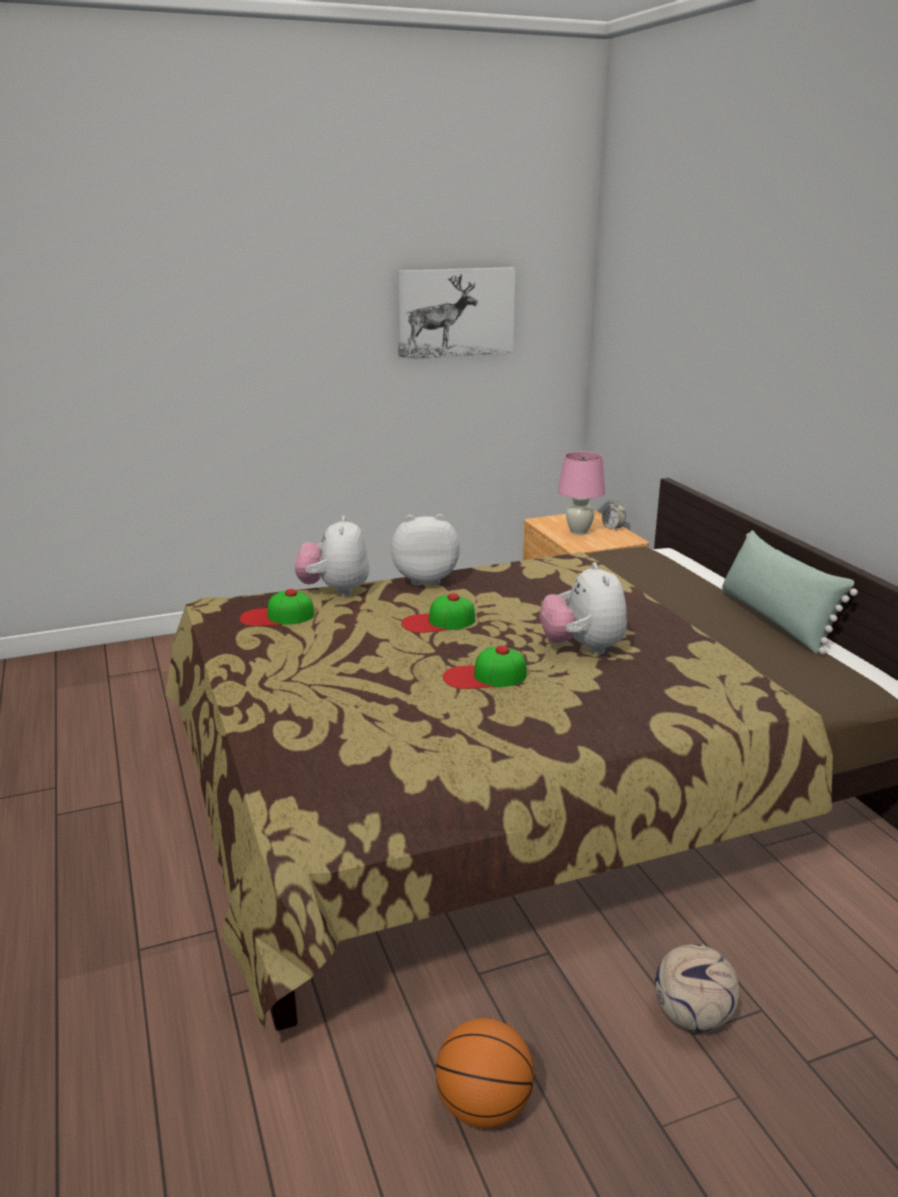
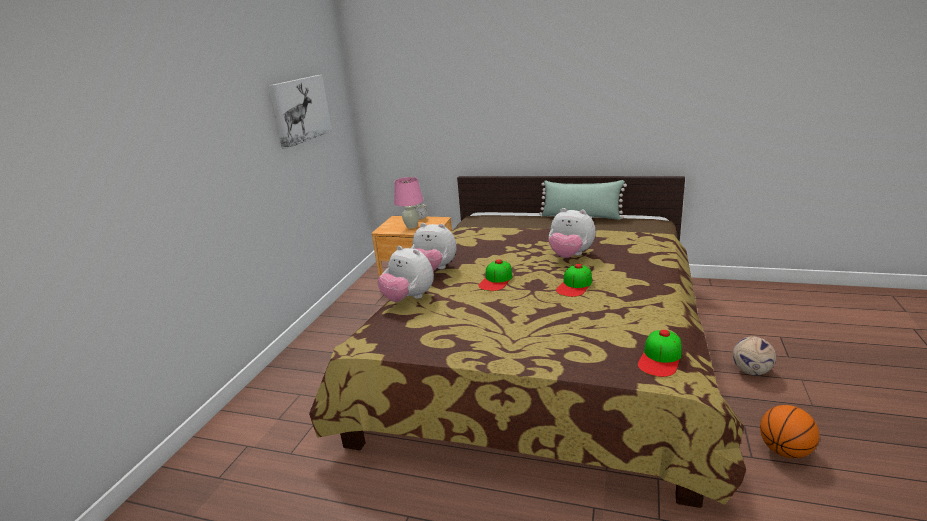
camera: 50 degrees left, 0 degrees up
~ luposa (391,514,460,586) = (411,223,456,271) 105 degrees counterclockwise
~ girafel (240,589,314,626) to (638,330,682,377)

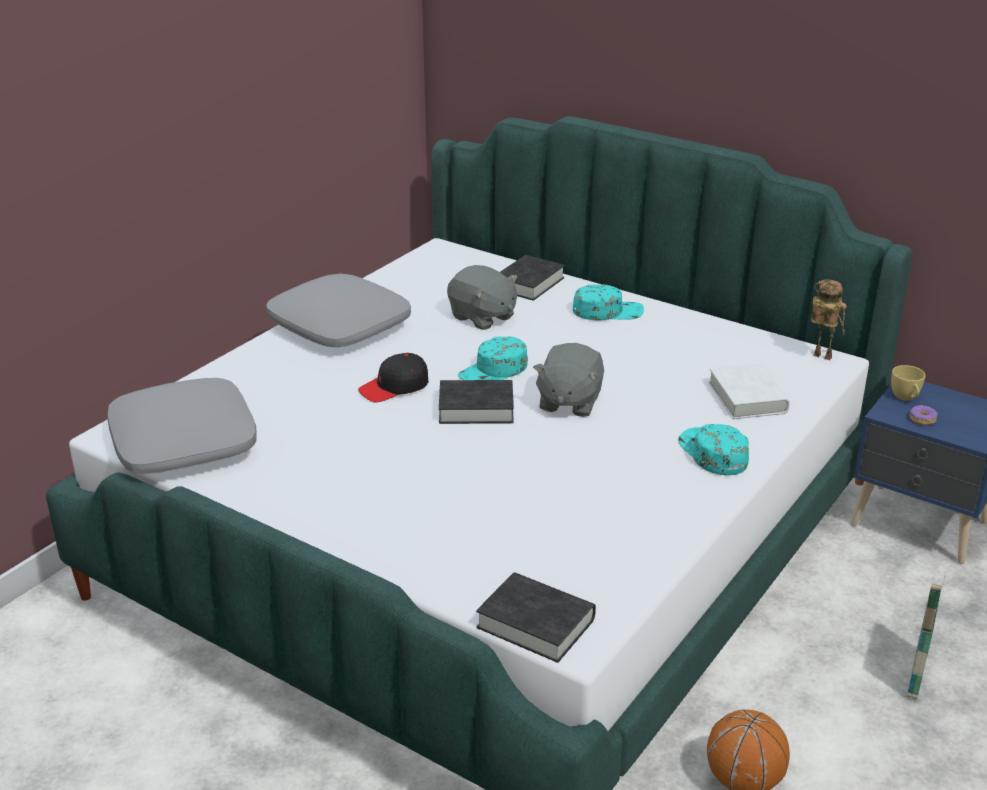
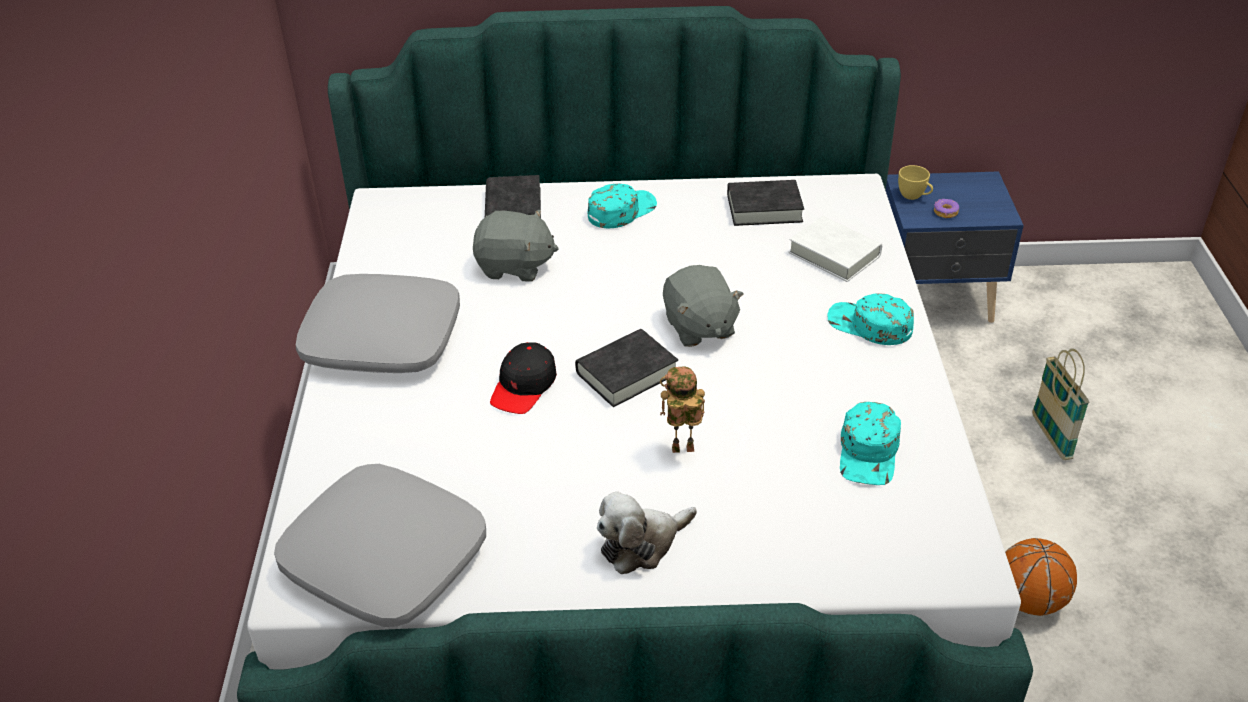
camera: 35 degrees left, 10 degrees up
~ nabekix (810,279,847,360) to (660,366,705,453)
~ girafel (turquoise) (458,336,528,380) to (840,402,901,485)
~ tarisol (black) (476,572,596,663) to (727,180,804,226)
+ luposa (597,492,697,574)

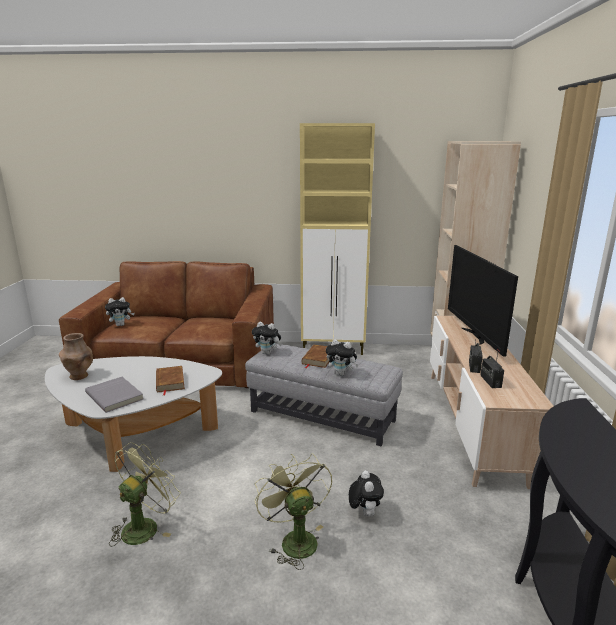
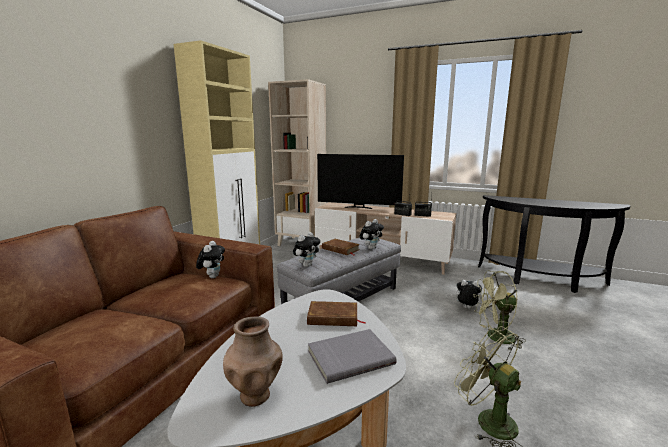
camera: 70 degrees left, 5 degrees down
~ luposa (105,297,135,326) to (196,241,225,278)

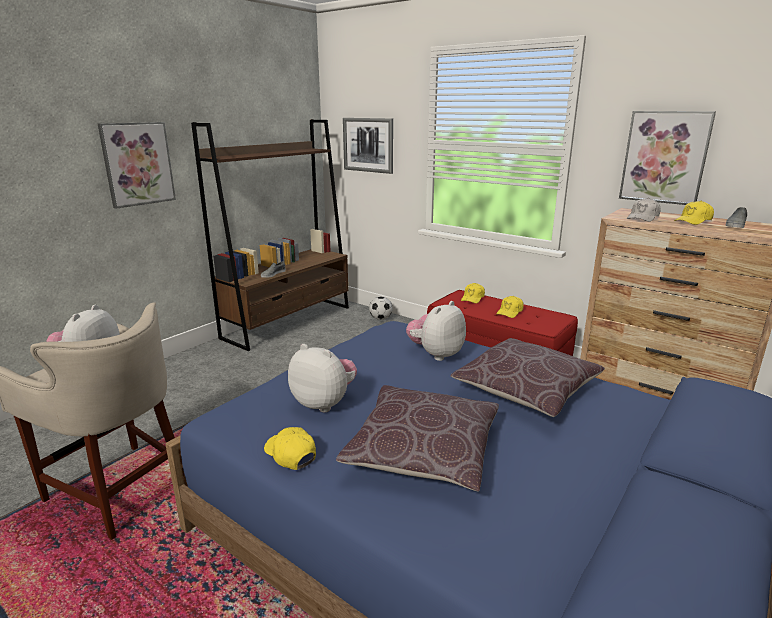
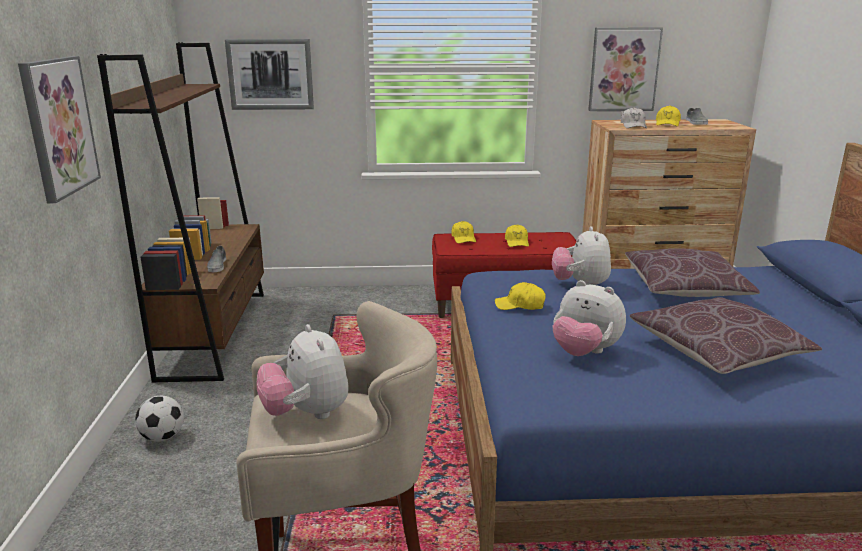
camera: 40 degrees left, 0 degrees up
~ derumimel (369,297,393,320) to (135,396,184,442)
~ luposa (288,344,357,412) = (553,280,626,356) 135 degrees counterclockwise
~ girafel (yellow) (264,427,316,470) to (495,282,546,310)

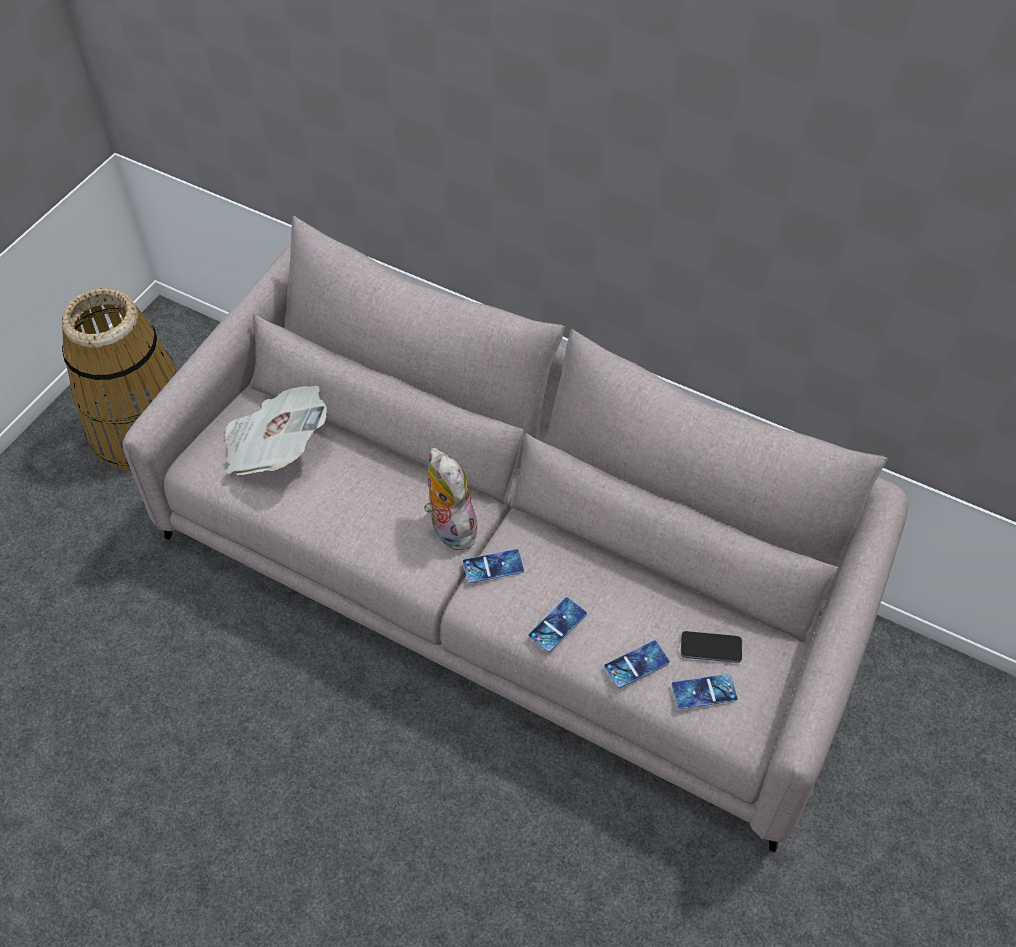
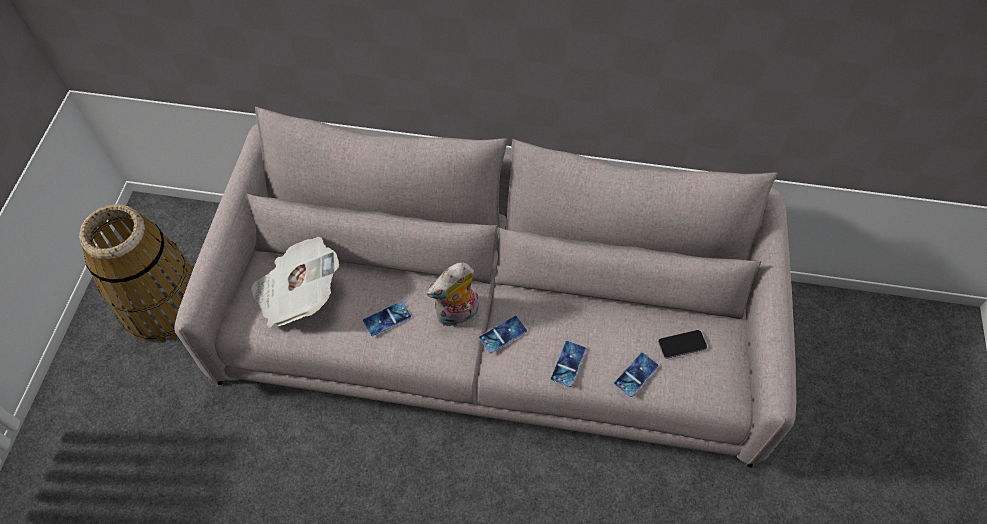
camera: 20 degrees left, 5 degrees up
~ luposa (424,448,479,550) = (427,262,479,327) 75 degrees counterclockwise
~ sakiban (671,674,738,709) to (363,301,411,336)

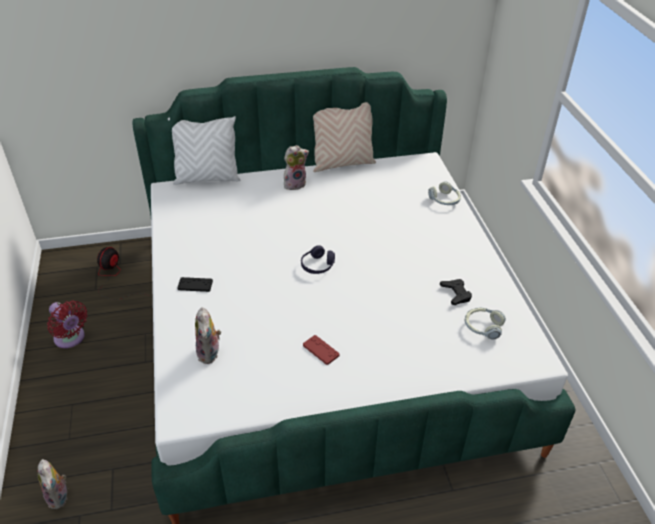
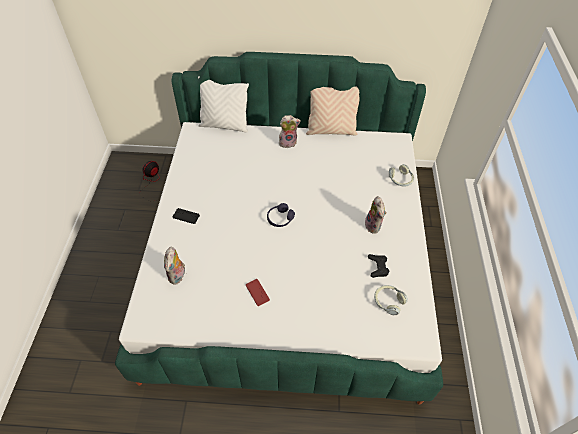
camera: 15 degrees right, 10 degrees up
- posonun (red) (47,301,88,348)
~ luposa (37,459,67,509) to (365,196,386,234)

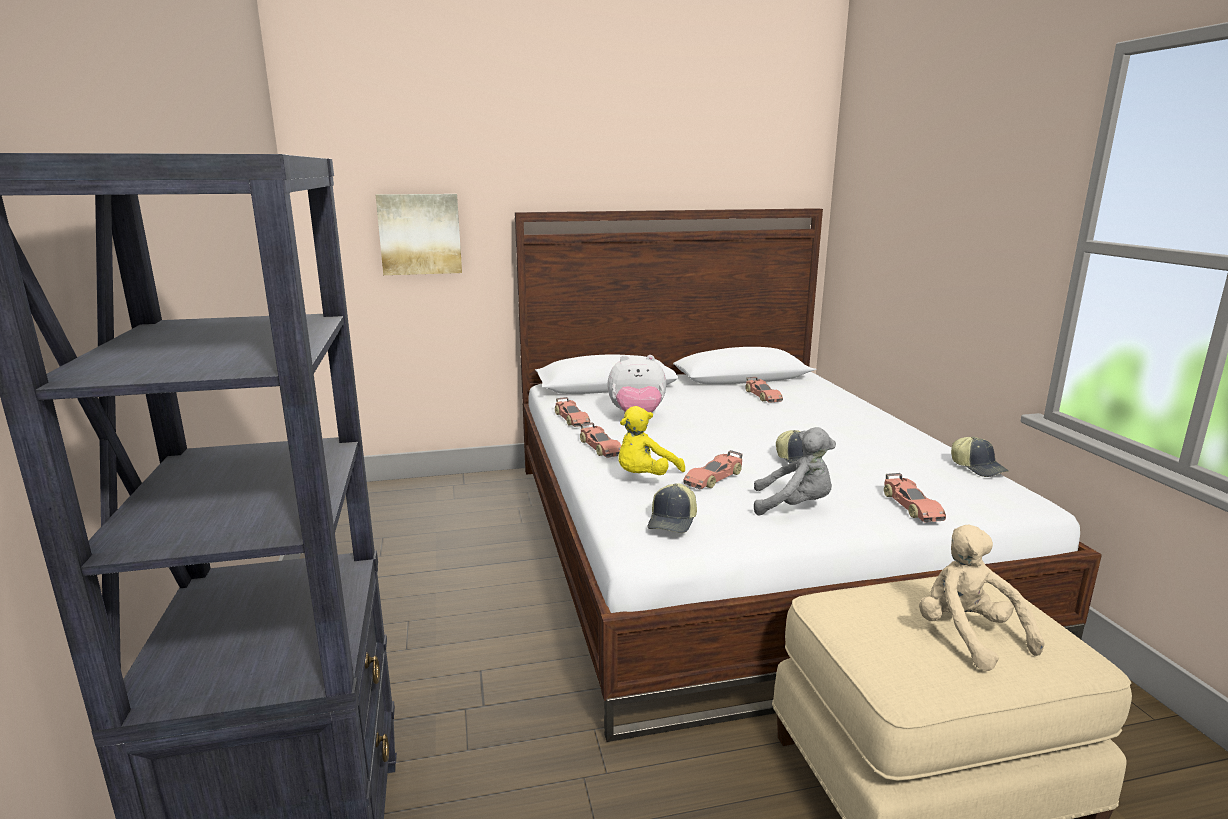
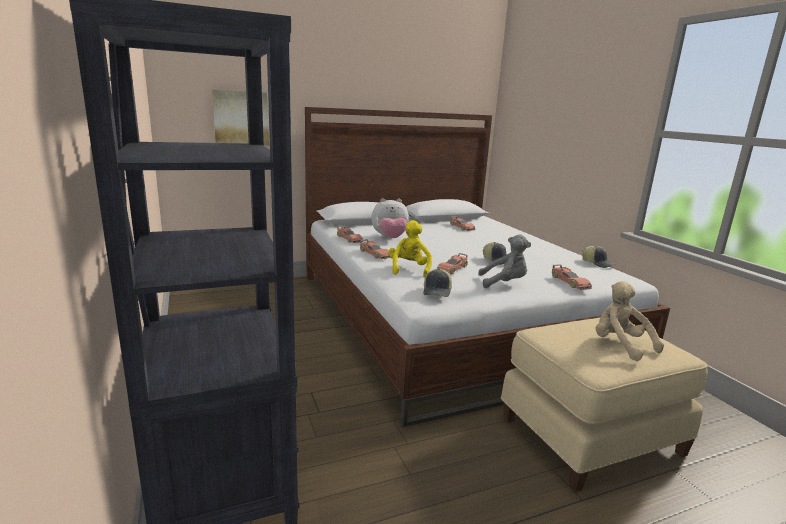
camera: 10 degrees left, 0 degrees up
~ luposa (yellow) (619,406,685,475) = (389,220,432,277) 150 degrees clockwise

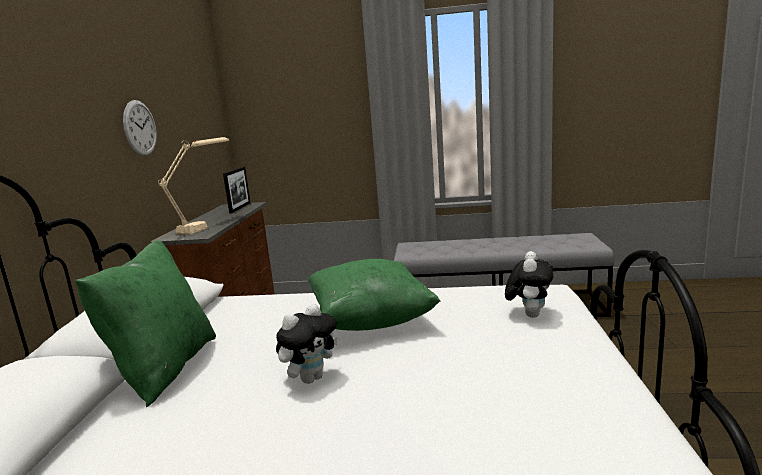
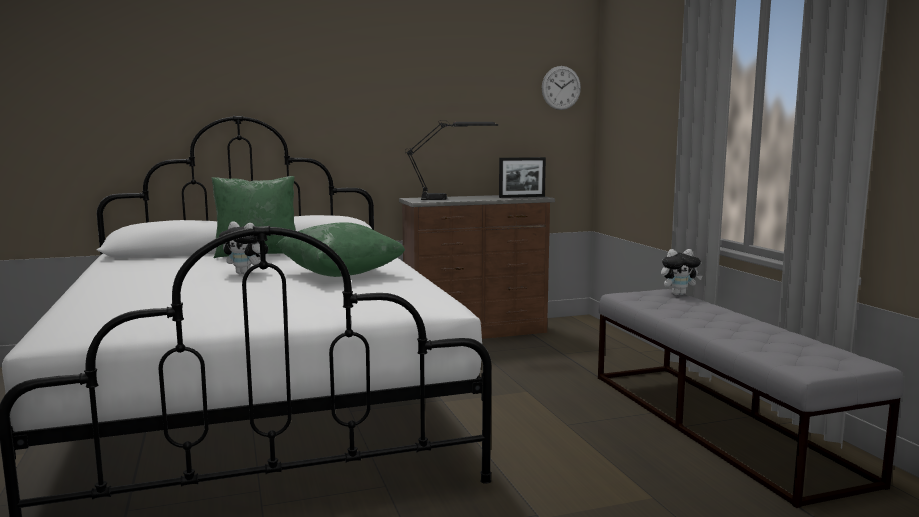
camera: 65 degrees right, 5 degrees down
~ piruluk (123,100,157,156) to (542,66,581,110)
~ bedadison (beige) (158,137,229,235) to bedadison (black) (405,120,498,200)
~ luposa (505,251,553,318) to (661,249,702,295)

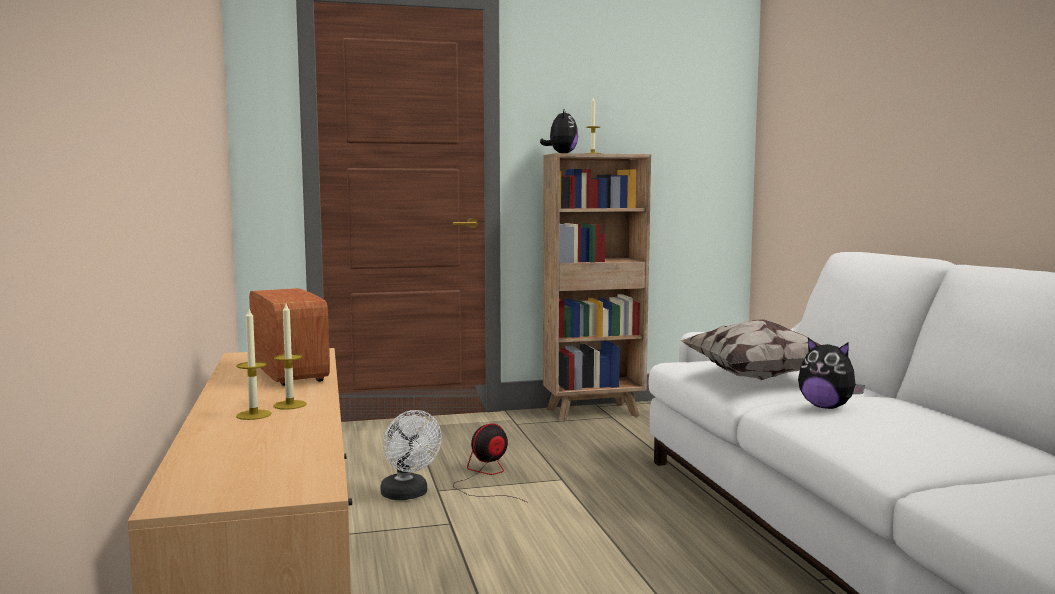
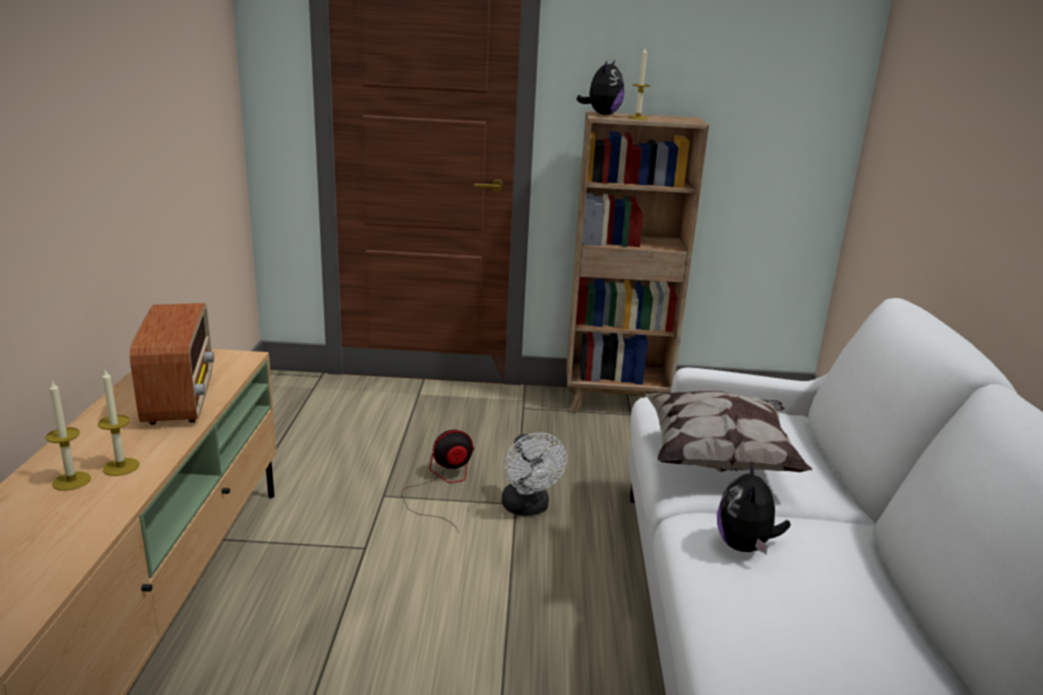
camera: 15 degrees right, 15 degrees up
~ luposa (798,337,865,409) = (717,461,791,554) 45 degrees clockwise
~ posonun (white) (380,410,442,500) to (502,433,567,516)

